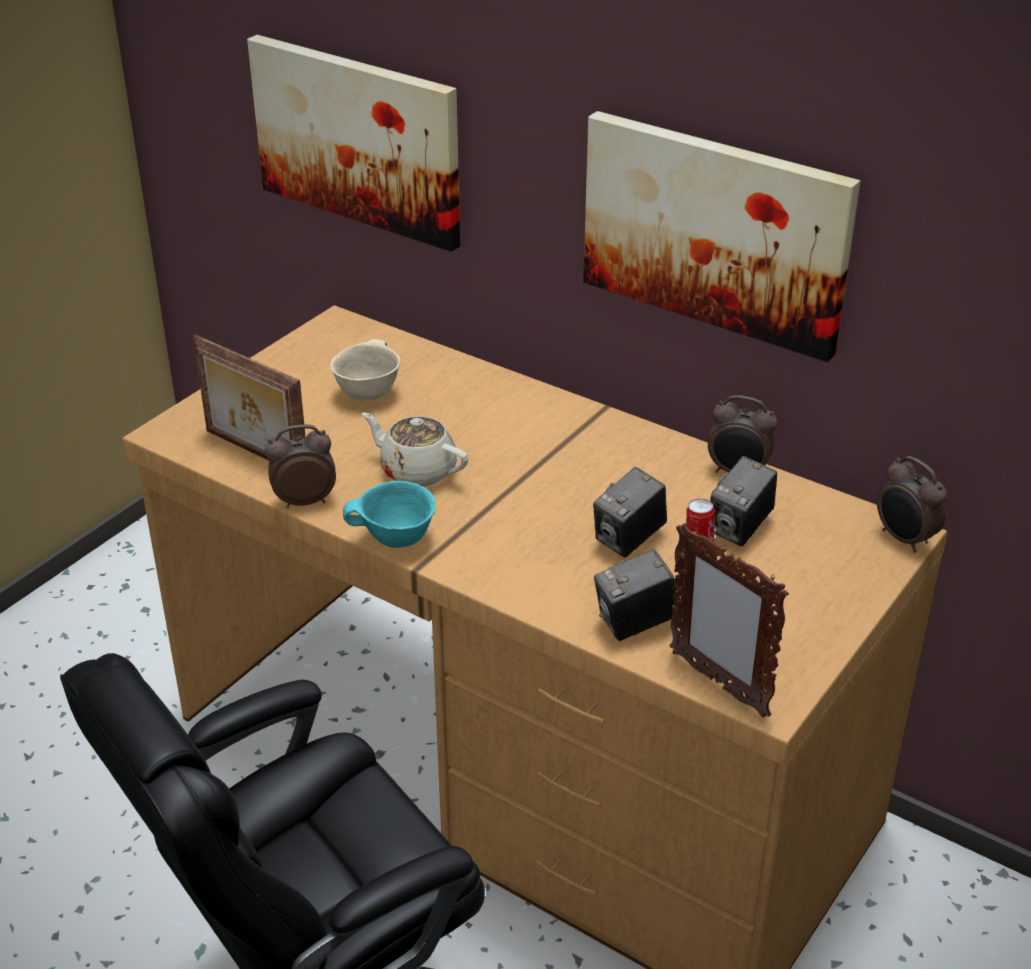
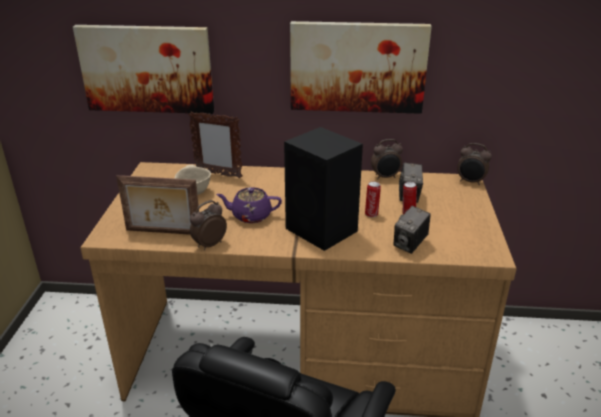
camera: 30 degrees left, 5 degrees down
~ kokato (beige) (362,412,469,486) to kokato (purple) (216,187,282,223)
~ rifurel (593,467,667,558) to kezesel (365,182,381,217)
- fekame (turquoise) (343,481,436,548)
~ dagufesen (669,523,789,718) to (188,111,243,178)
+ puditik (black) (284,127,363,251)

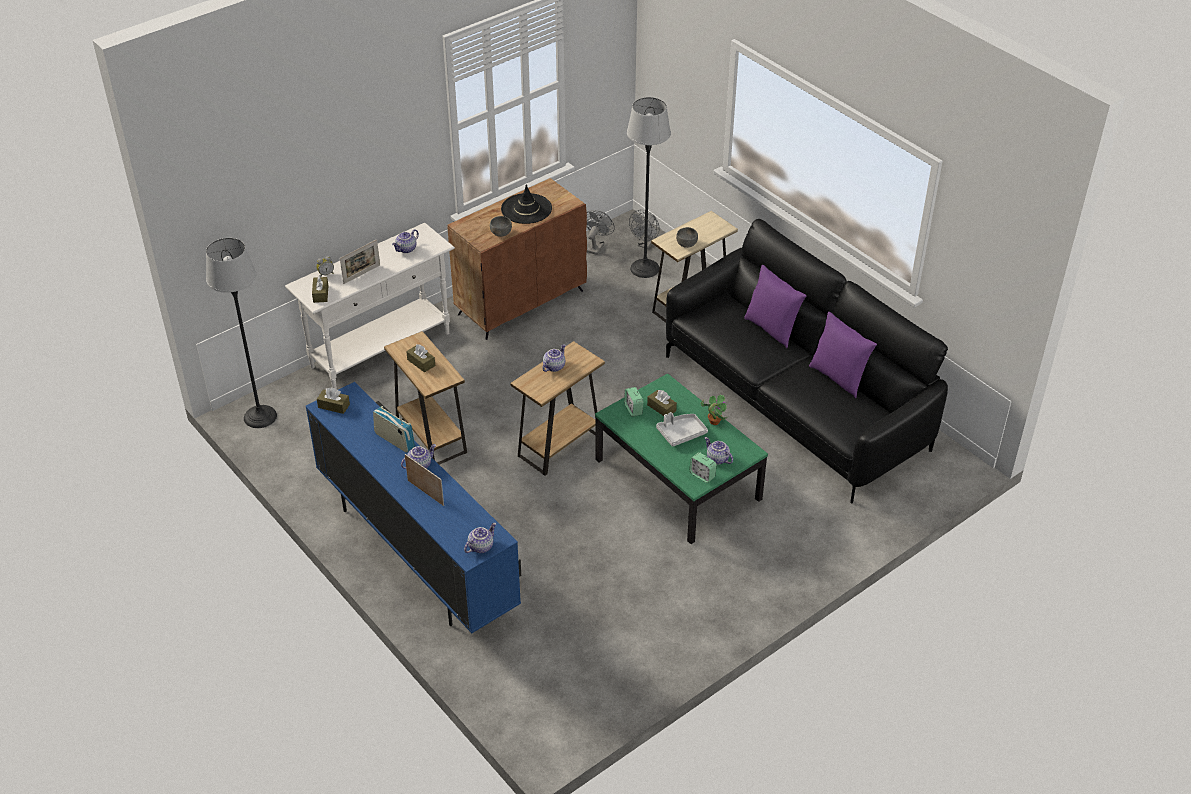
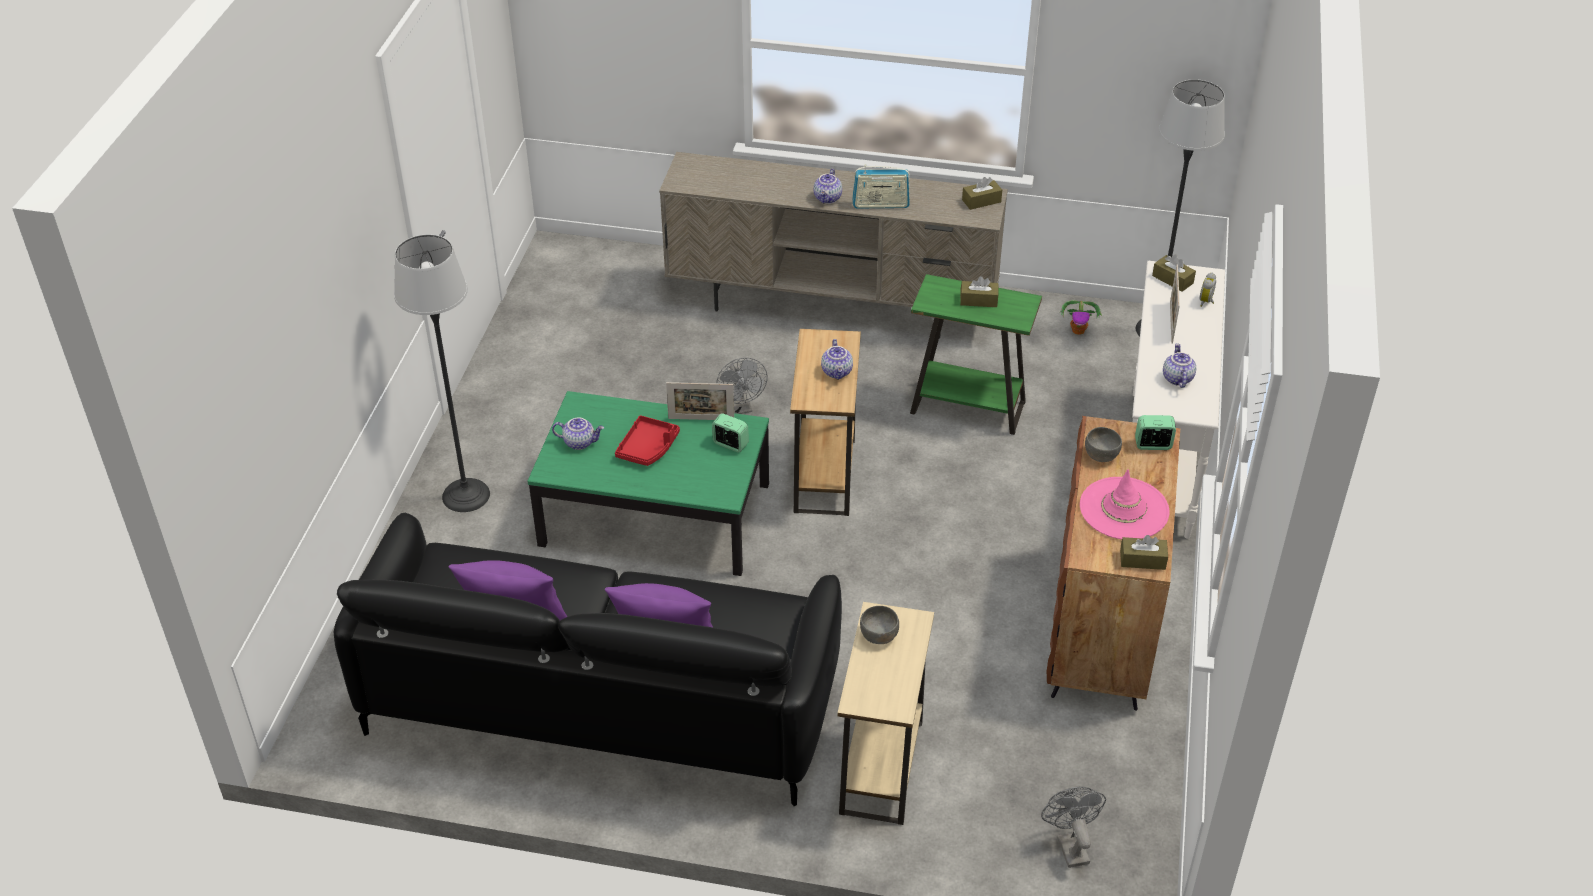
camera: 140 degrees right, 0 degrees up
~ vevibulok (627,97,671,278) to (394,234,490,512)
~ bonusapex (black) (501,184,552,224) to bonusapex (pink) (1080,469,1170,539)
~ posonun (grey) (587,210,615,255) to (716,358,768,414)
~ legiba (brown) (384,331,467,465) to legiba (green) (910,274,1042,435)
~ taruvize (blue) (306,382,521,633) to taruvize (beige) (659,152,1008,339)
~ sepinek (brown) (647,390,677,416) to (1120,535,1168,570)
~ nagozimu (701,394,729,425) to (1060,301,1102,335)
~ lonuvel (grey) (656,412,708,447) to lonuvel (red) (615,415,680,466)
~ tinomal (690,452,717,483) to (1135,415,1176,450)
~ dagufesen (405,454,444,506) to (666,382,734,420)
- kokato (464,523,496,553)

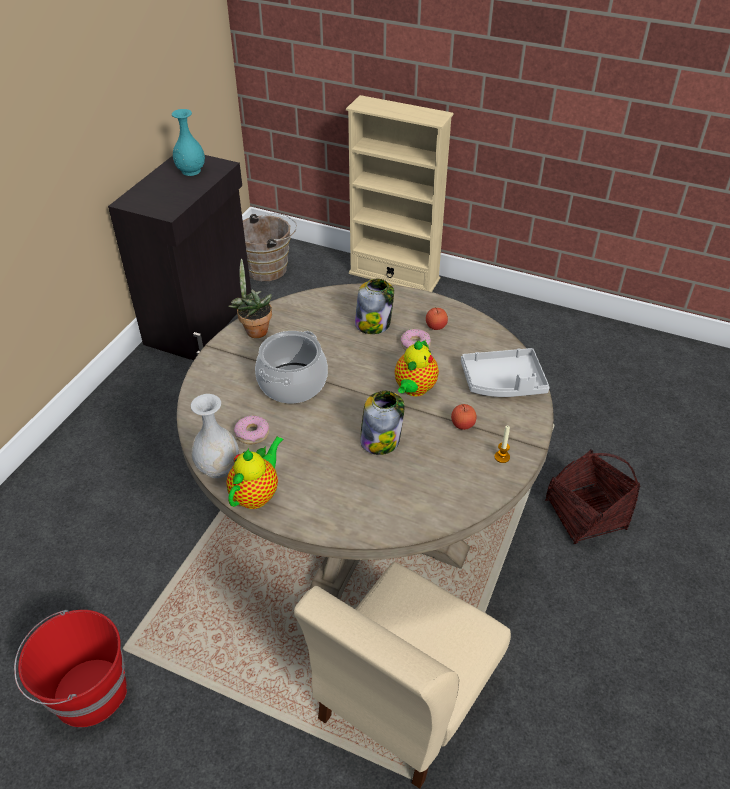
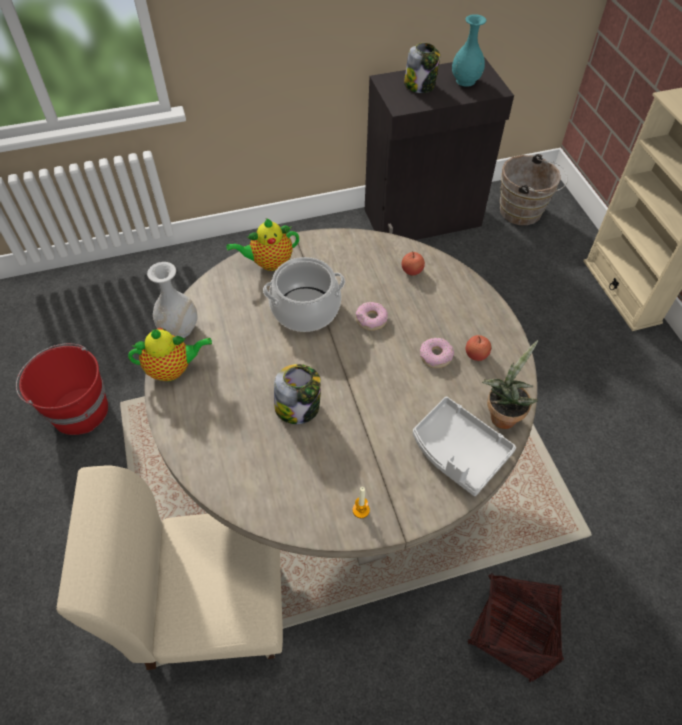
camera: 50 degrees right, 10 degrees up
~ nagozimu (228,258,272,338) to (482,340,538,429)
~ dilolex (355,279,394,334) to (404,43,440,93)
~ kokato (395,340,439,397) to (226,218,299,271)
~ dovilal (451,404,477,430) to (401,251,425,275)
~ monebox (234,415,269,444) to (356,302,388,331)

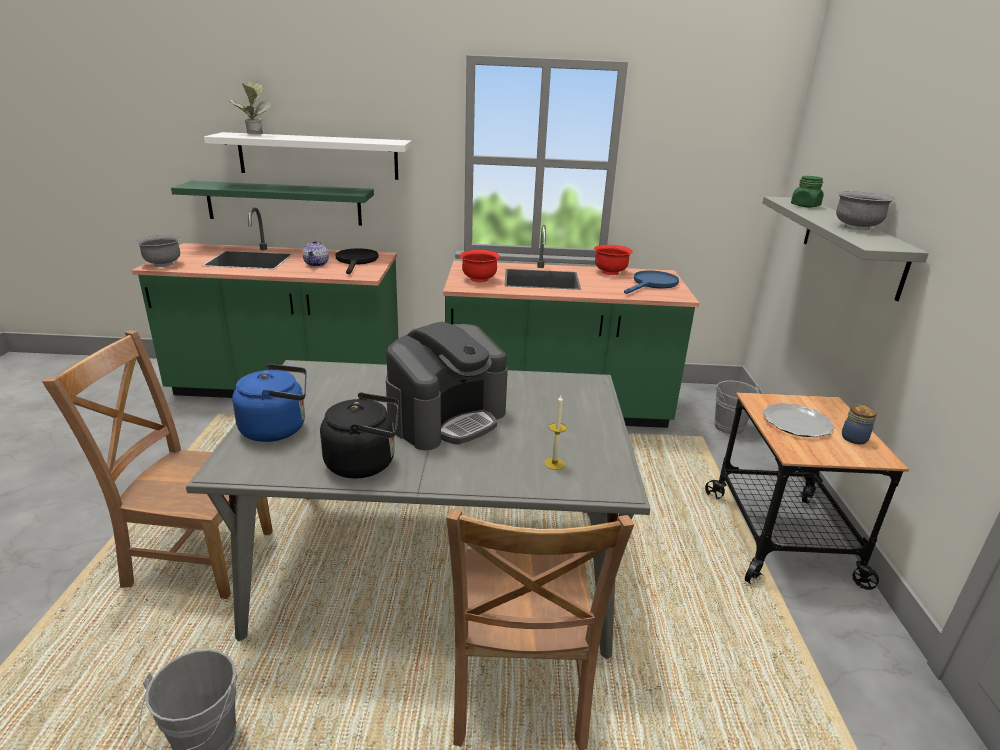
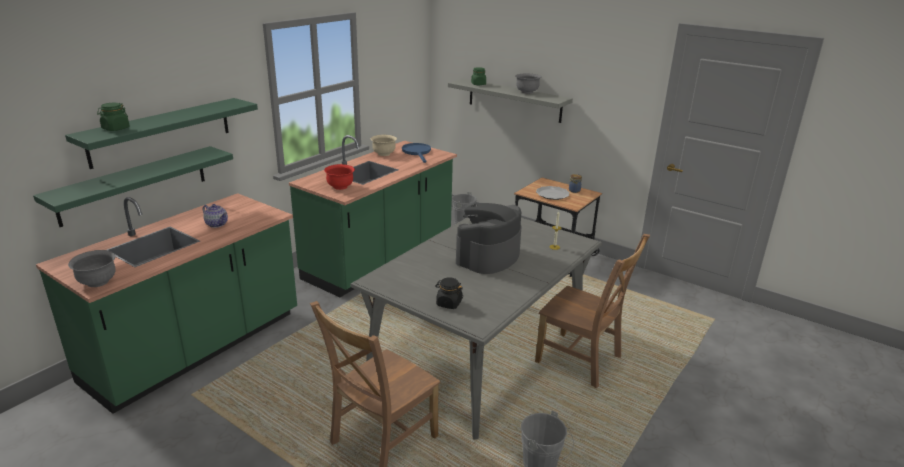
camera: 55 degrees left, 0 degrees up
~ nagozimu (229,81,270,134) to dilolex (green) (97,103,130,131)
~ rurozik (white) (204,132,412,180) to rurozik (green) (65,98,258,169)
~ fekame (red) (594,245,633,275) to fekame (beige) (371,135,397,156)
- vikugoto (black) (336,248,379,274)
~ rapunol (386,322,508,450) = (456,203,522,274) 135 degrees counterclockwise
~ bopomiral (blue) (232,364,307,442) to dilolex (black) (435,277,463,309)
- bopomiral (black) (320,392,399,478)

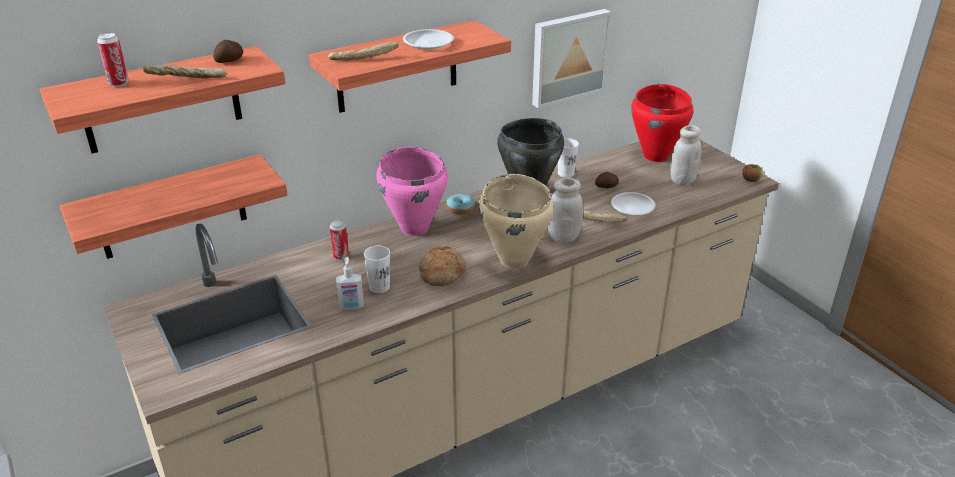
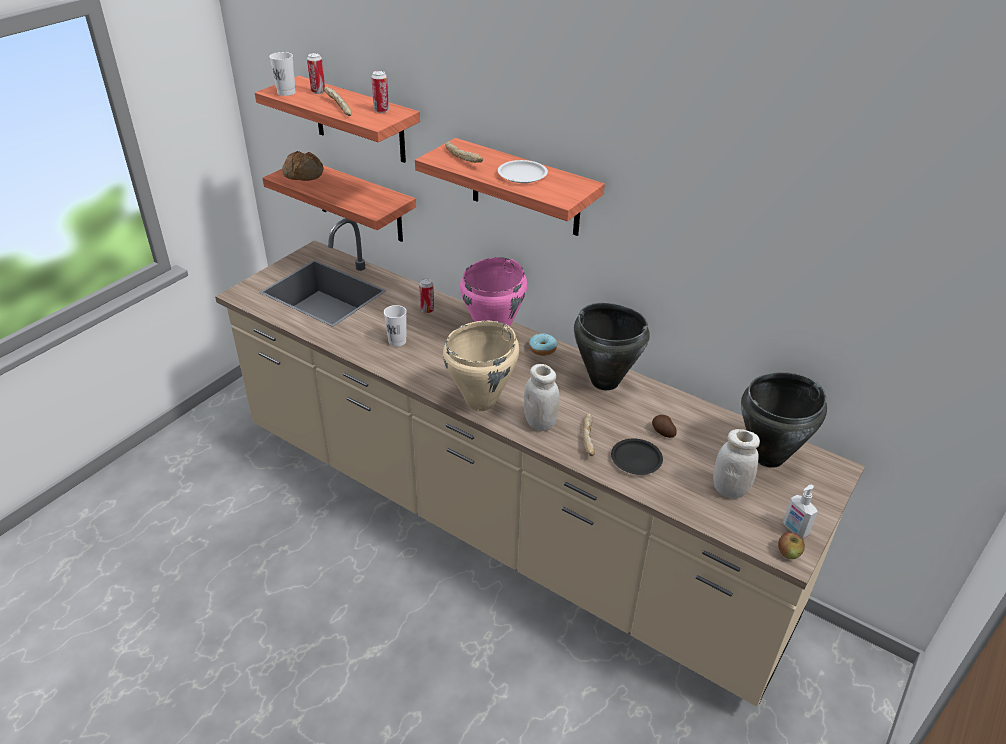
camera: 65 degrees right, 5 degrees up
- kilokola (532,9,612,108)
~ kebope (213,40,243,63) to kezesel (371,71,389,113)
~ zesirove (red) (631,84,693,162) to zesirove (black) (741,372,827,468)
~ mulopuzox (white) (558,138,579,178) to (269,52,296,96)
~ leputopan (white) (611,192,656,215) to leputopan (black) (611,438,663,475)
~ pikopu (419,246,466,286) to (282,151,324,181)
~ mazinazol (336,257,364,310) to (783,485,818,539)

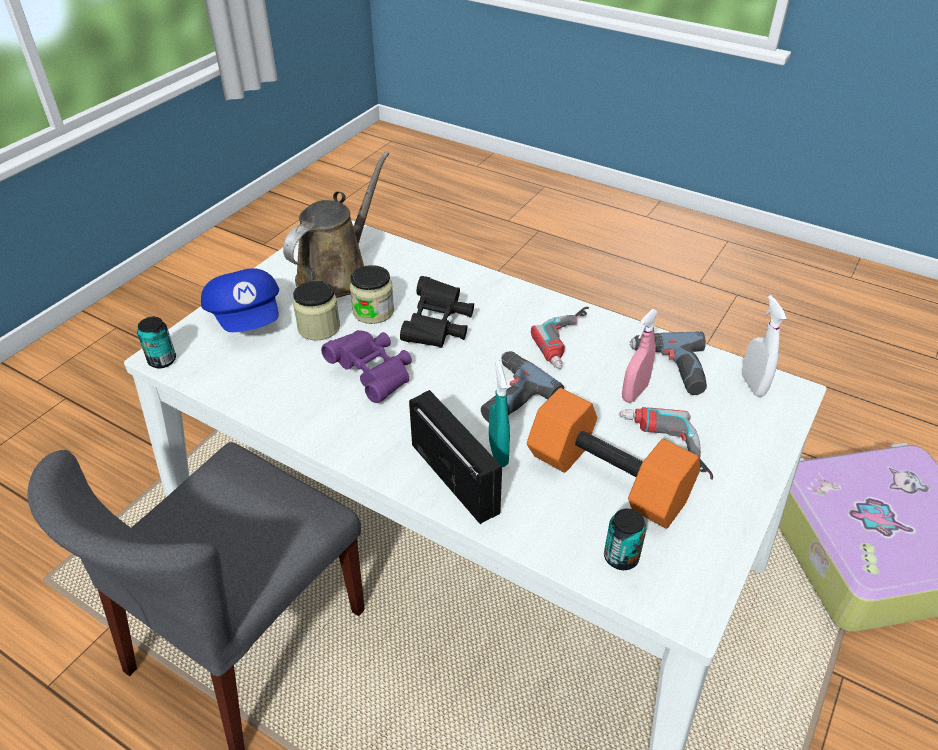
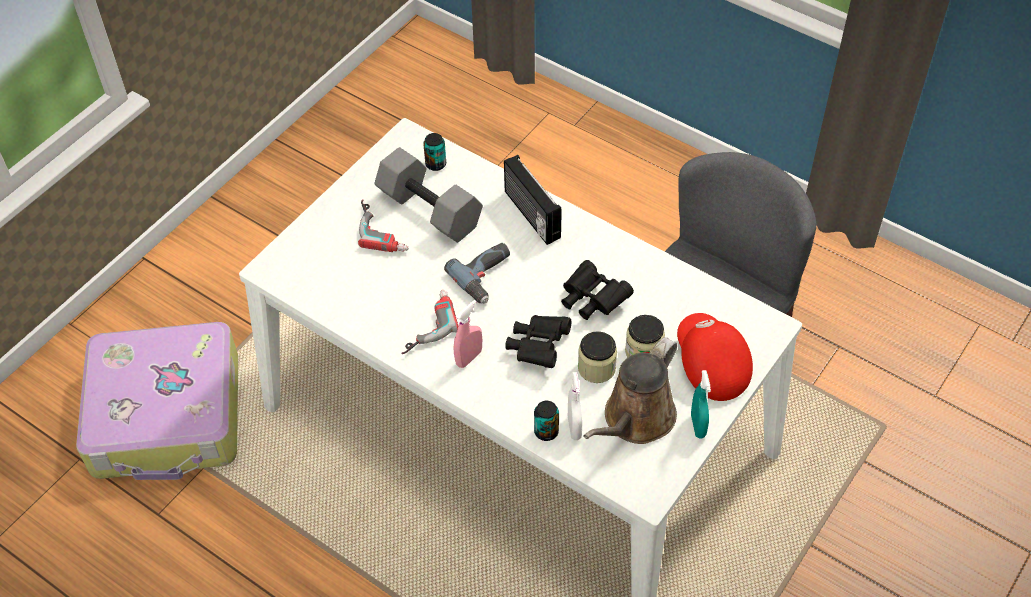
camera: 175 degrees left, 10 degrees up
~ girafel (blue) (201,268,279,332) to girafel (red) (677,313,753,401)
~ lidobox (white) (742,295,787,397) to (568,372,582,440)
~ lidobox (pink) (622,309,659,403) to (454,300,482,368)
~ kezesel (137,317,176,368) to (534,401,559,441)
~ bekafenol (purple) (321,330,412,403) to bekafenol (black) (561,260,634,320)
- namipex (630,331,707,395)
~ lidobox (turquoise) (489,360,510,467) to (691,370,711,439)
~ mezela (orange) (527,388,700,529) to mezela (grey) (375,147,483,243)

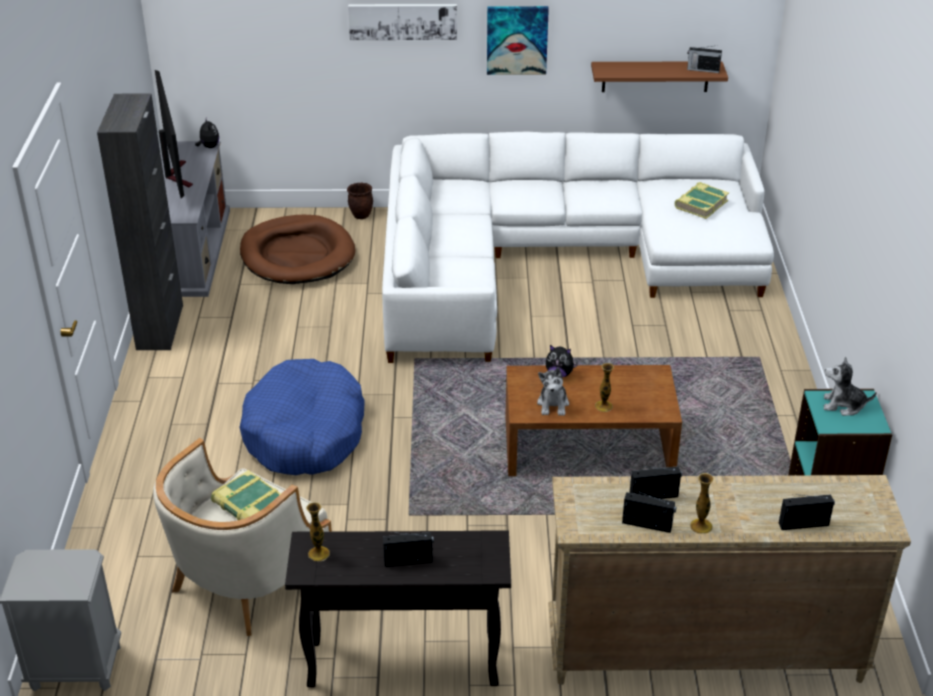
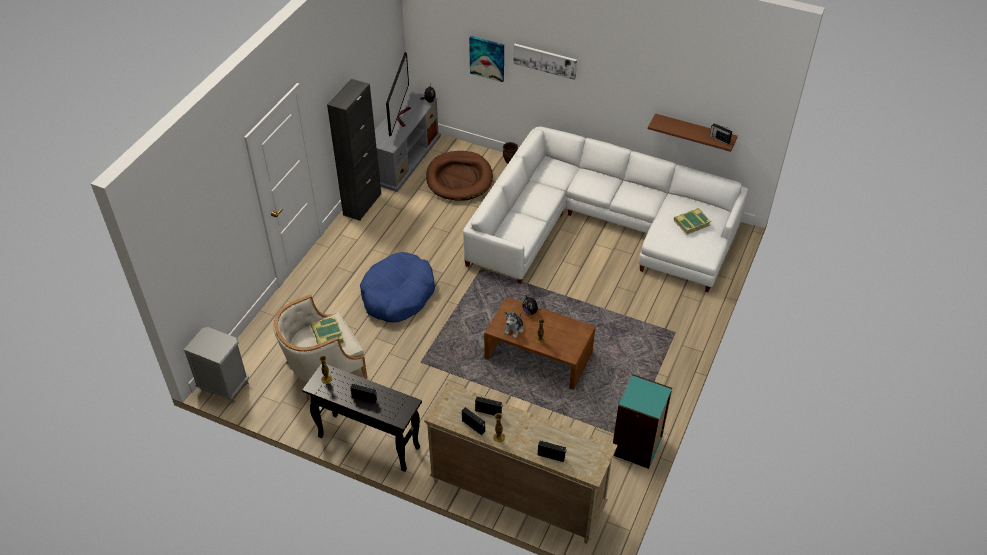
camera: 25 degrees right, 10 degrees up
~ kilokola (487,6,549,75) to (469,36,504,82)
- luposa (823,357,877,416)

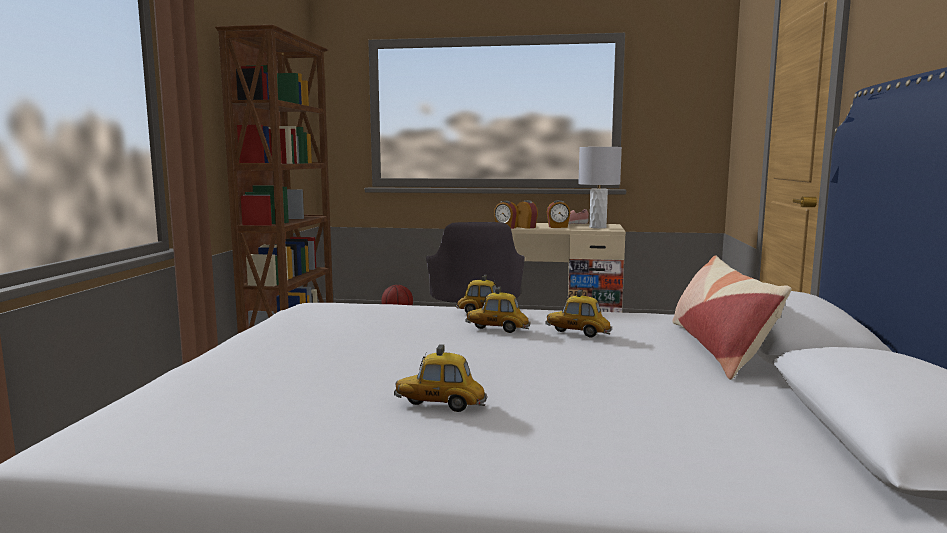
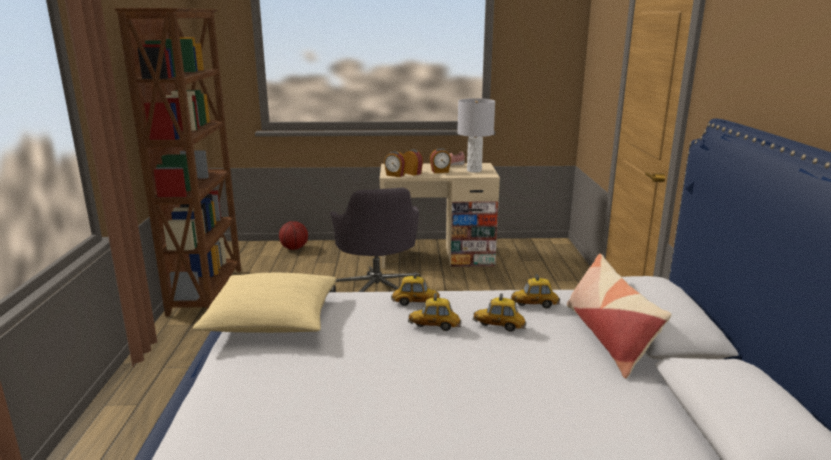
camera: 10 degrees left, 10 degrees up
~ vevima (394,344,487,412) to (510,274,561,308)
+ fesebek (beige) (193,273,337,333)

